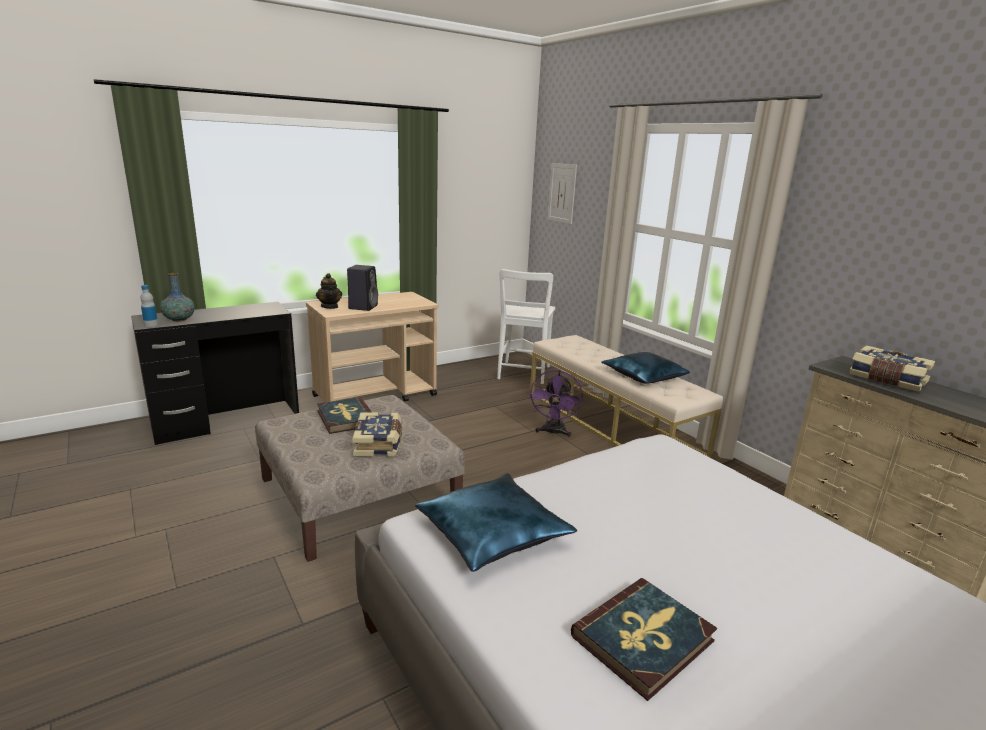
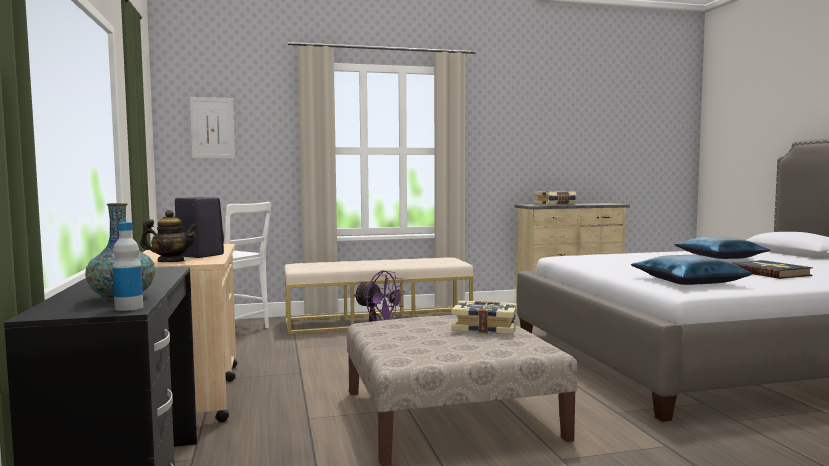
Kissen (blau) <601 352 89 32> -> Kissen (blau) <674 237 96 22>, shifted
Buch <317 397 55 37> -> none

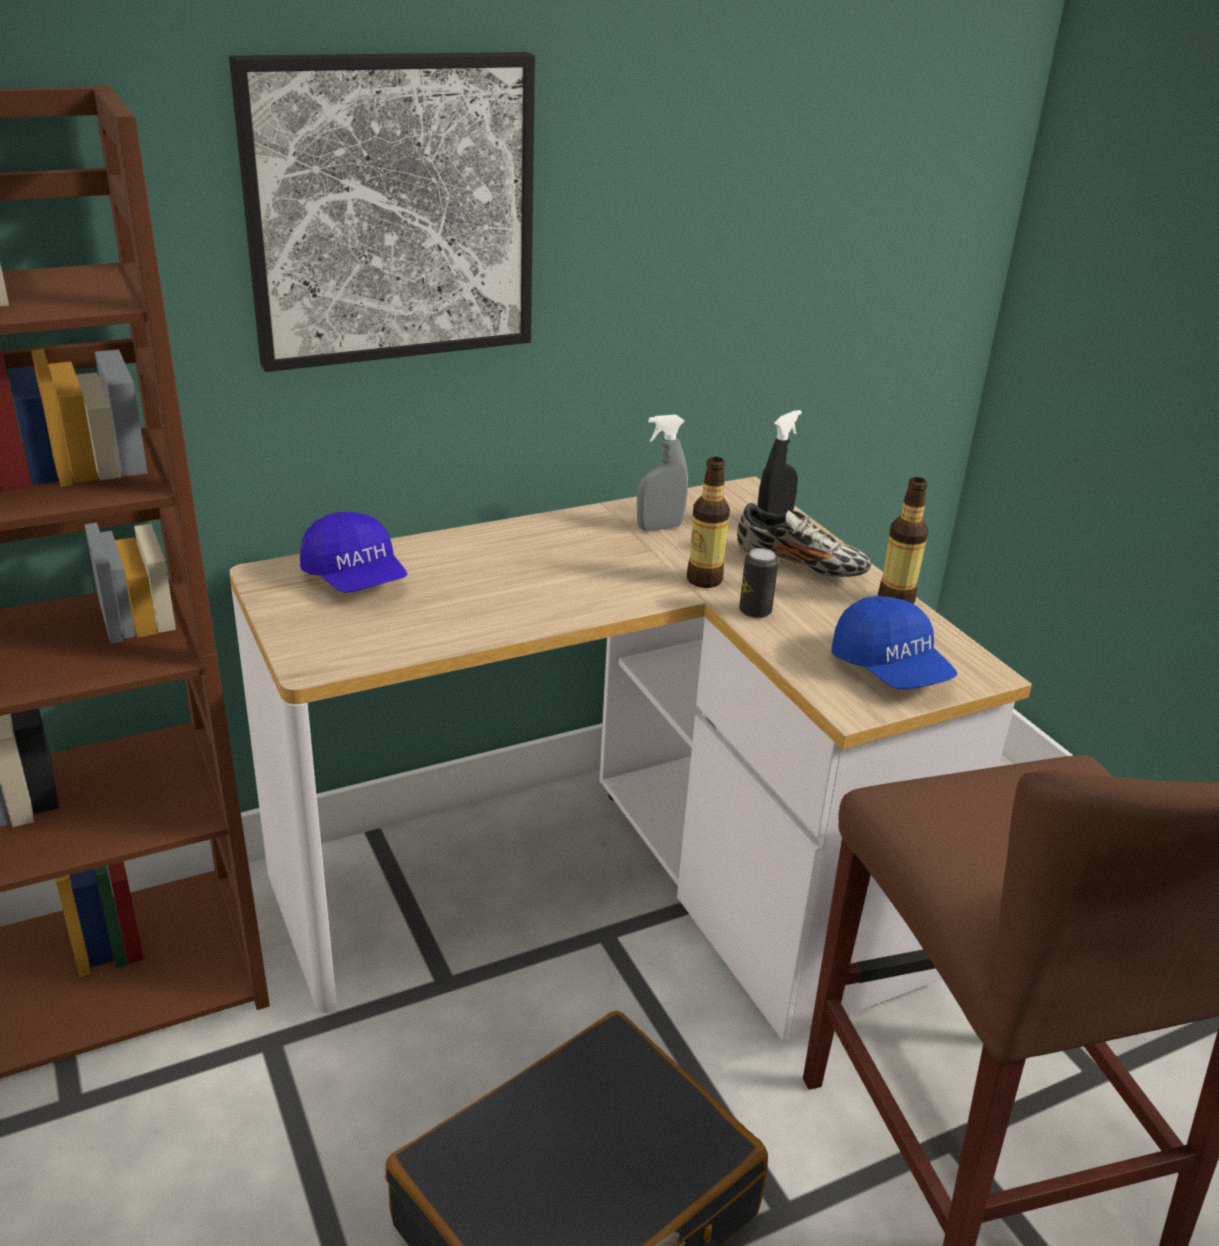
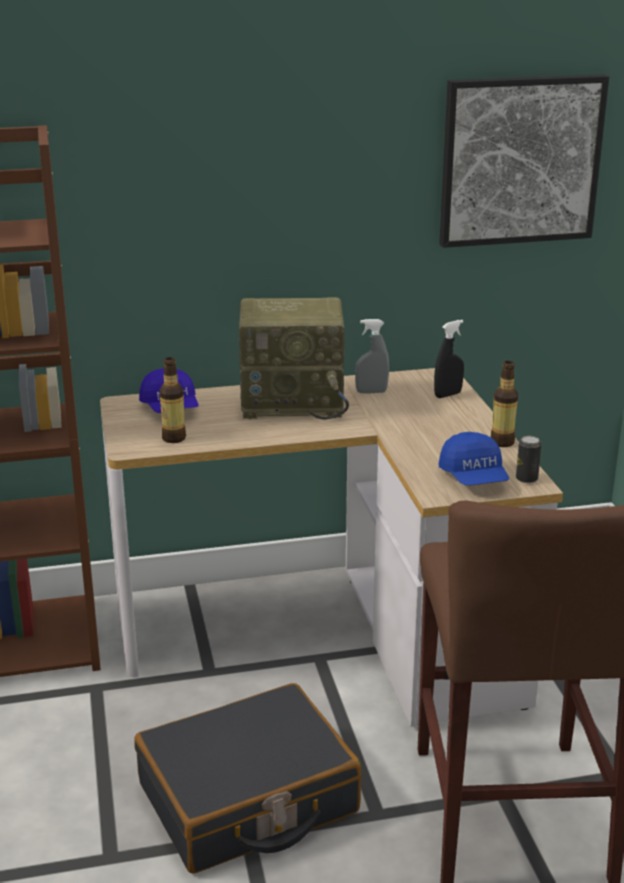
Bild <229 52 306 320> -> Bild <439 75 170 173>, shifted
Flasche <687 457 43 131> -> Flasche <159 357 27 86>, shifted
Schuh <737 503 134 74> -> none
Dose <739 548 40 70> -> Dose <516 436 26 47>, shifted
none -> Radio <239 297 110 123>

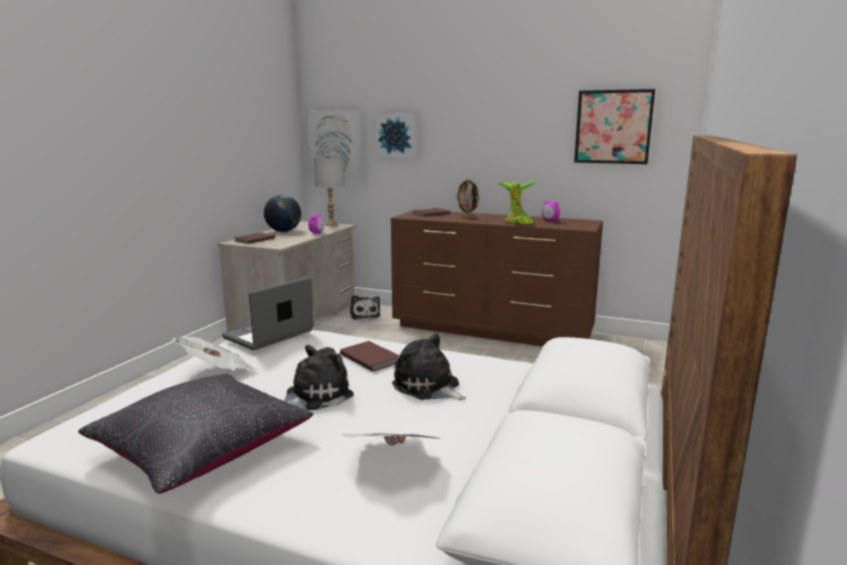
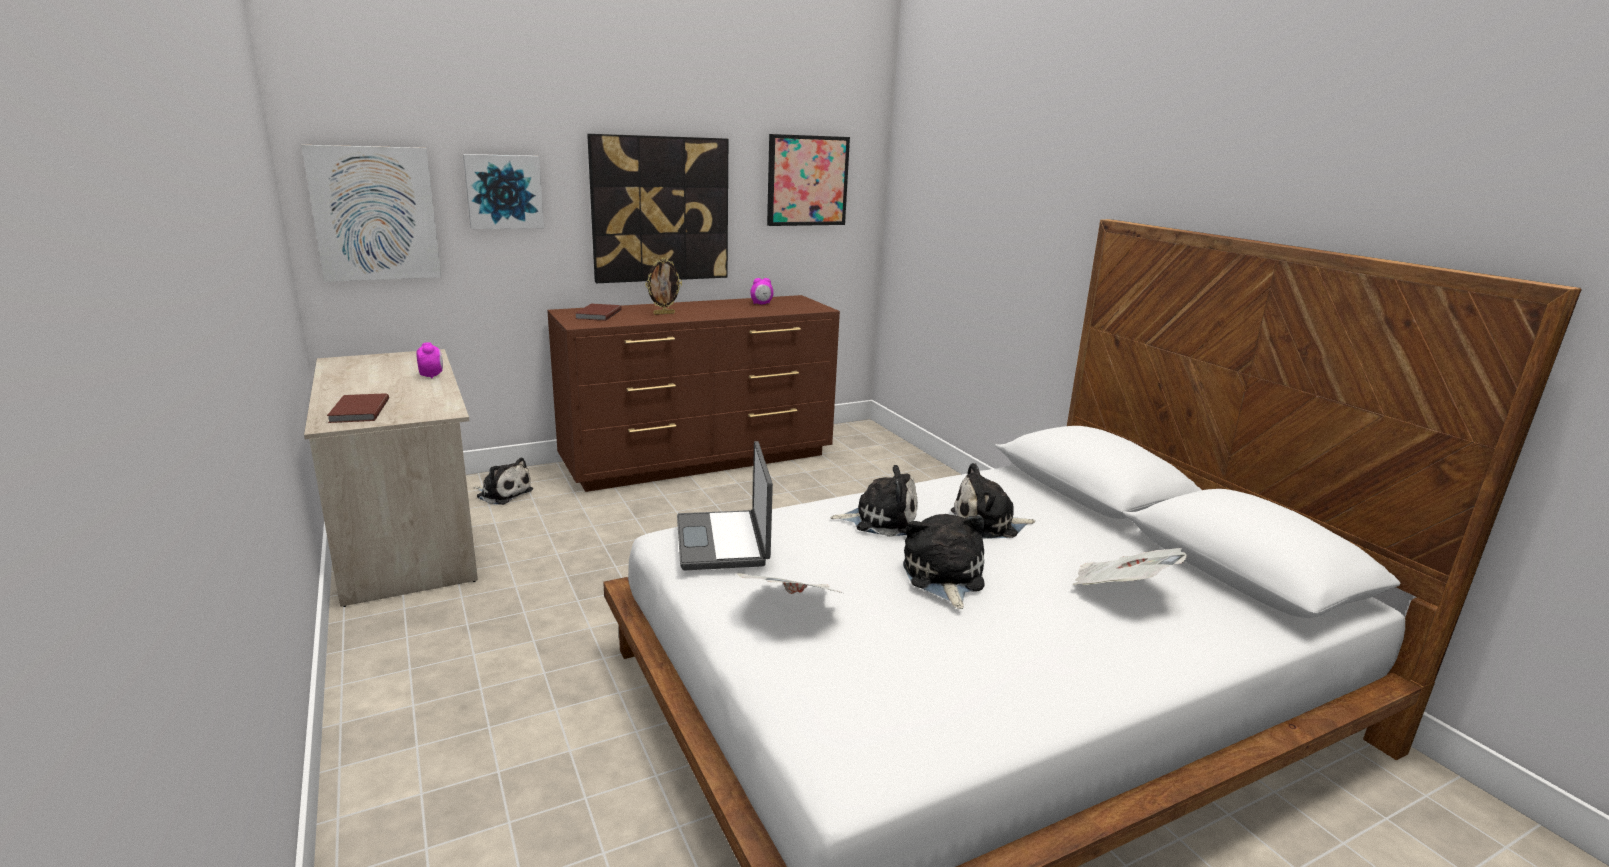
Tischlampe (grau) <314 155 31 71> -> none
Topfpflanze <498 181 39 43> -> none
Globus <264 195 37 37> -> none
Buch (braun) <340 341 59 31> -> Plüschtier <830 465 88 72>
Kissen (schwarz) <78 374 235 120> -> none
none -> Bild <587 134 141 149>

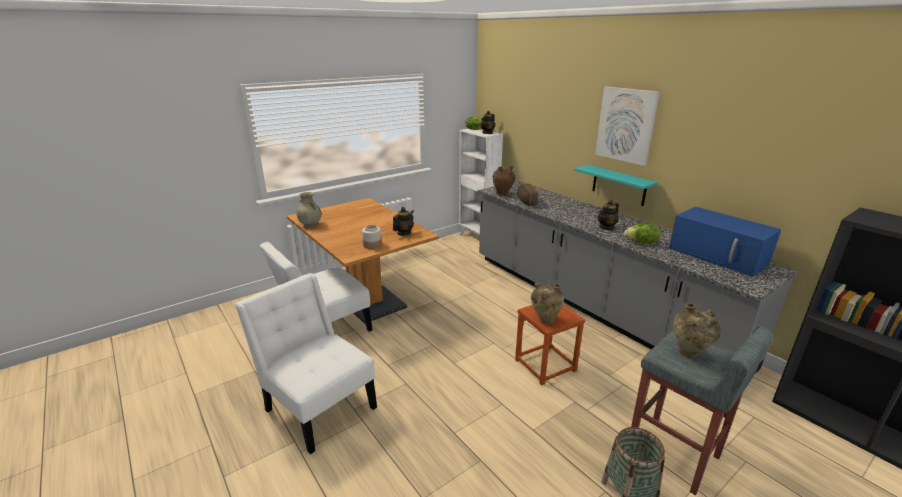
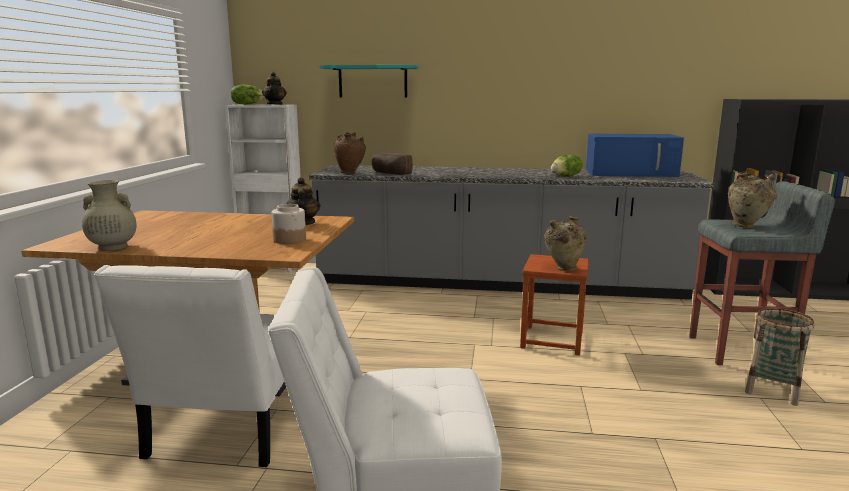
Bild <595 86 64 80> -> none
Wandregal (türkis) <574 165 84 41> -> Wandregal (türkis) <320 65 99 33>, shifted
Teekanne <598 200 21 30> -> none

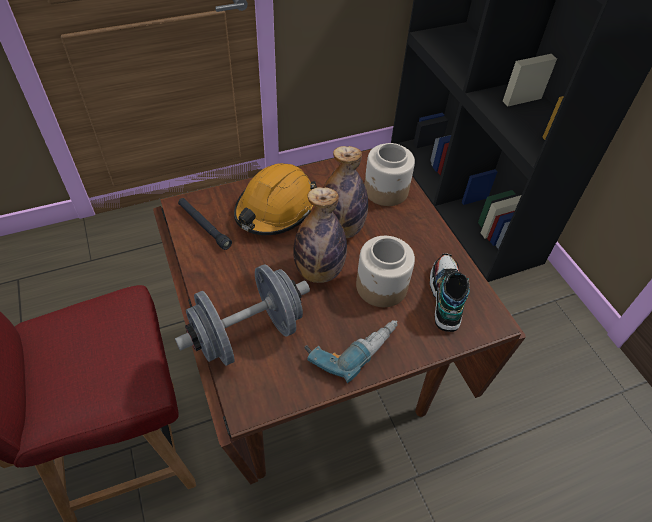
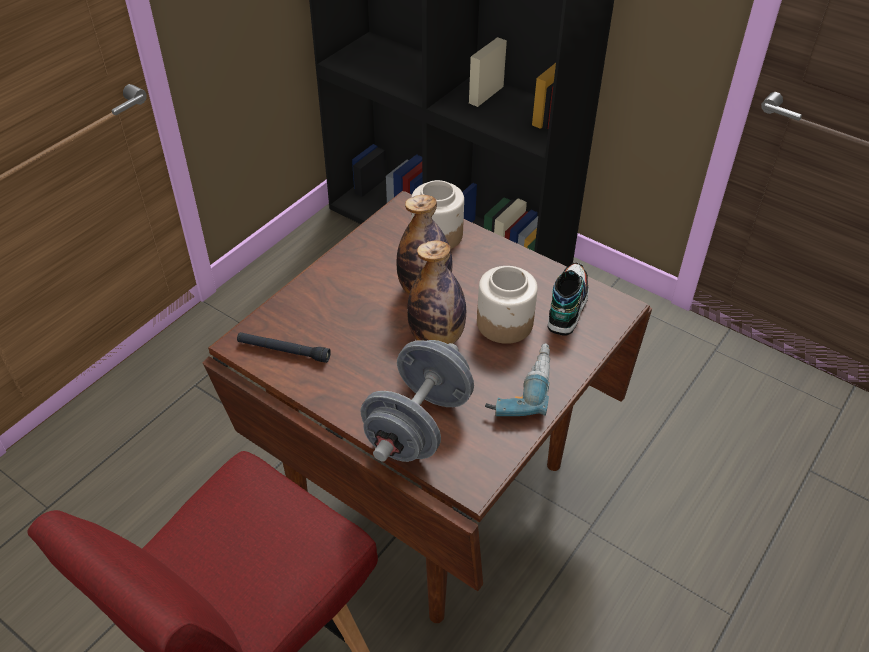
Schutzhelm (orange) <234 163 83 72> -> none
Schuh <430 253 39 79> -> Schuh <548 263 41 72>, 45 degrees clockwise

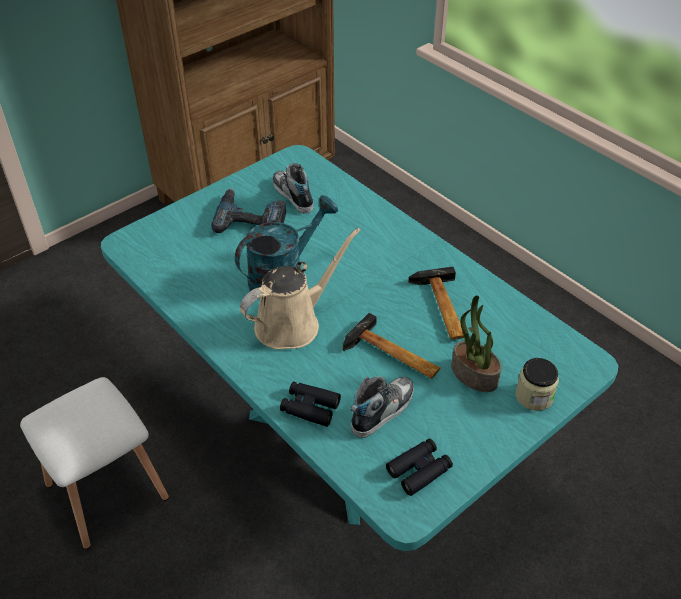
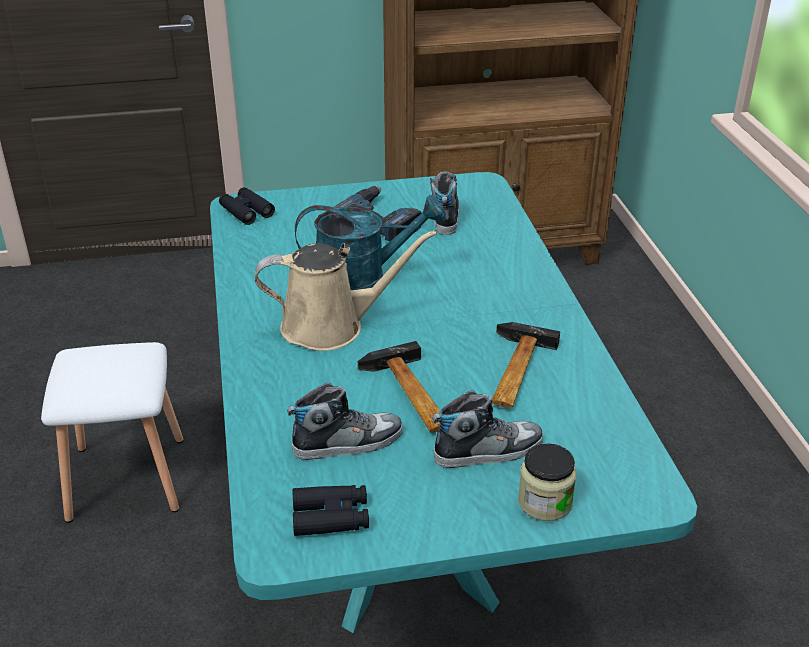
Topfpflanze <451 295 51 97> -> Schuh <432 390 111 78>
Fernglas (schwarz) <280 381 61 46> -> Fernglas (schwarz) <219 187 56 38>, shifted

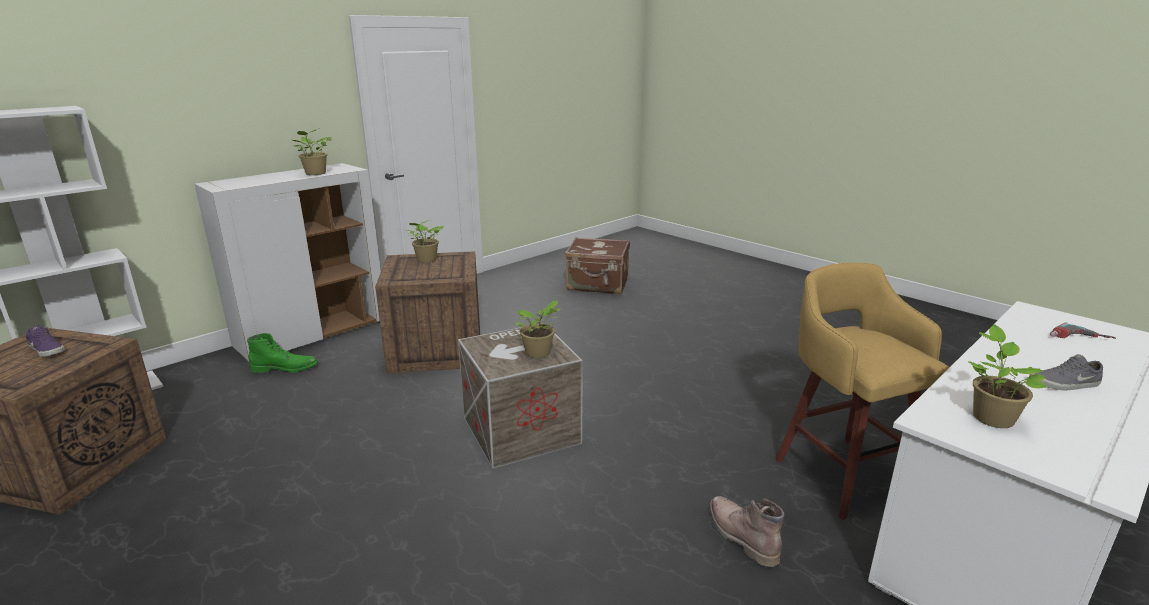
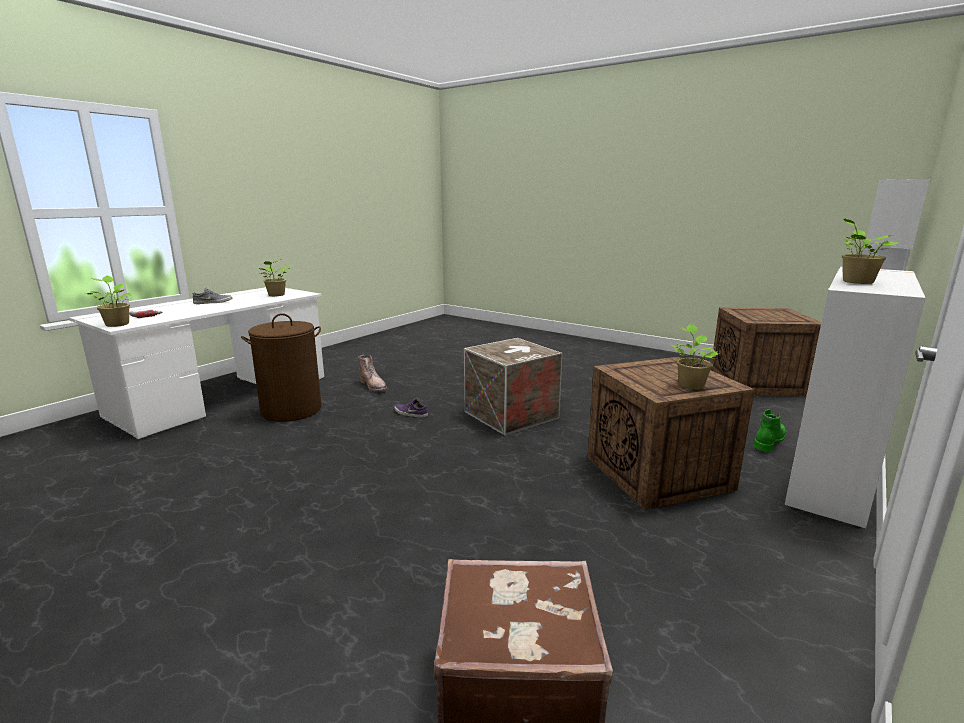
Hocker (gelb) <776 263 173 257> -> Wäschekorb (braun) <241 313 81 109>
Topfpflanze <514 300 46 58> -> Topfpflanze <85 276 47 51>, shifted
Schuh (lila) <26 326 39 31> -> Schuh (lila) <394 399 34 19>, shifted
Stiefel (grün) <247 333 71 40> -> Stiefel (grün) <754 409 32 43>, 150 degrees clockwise

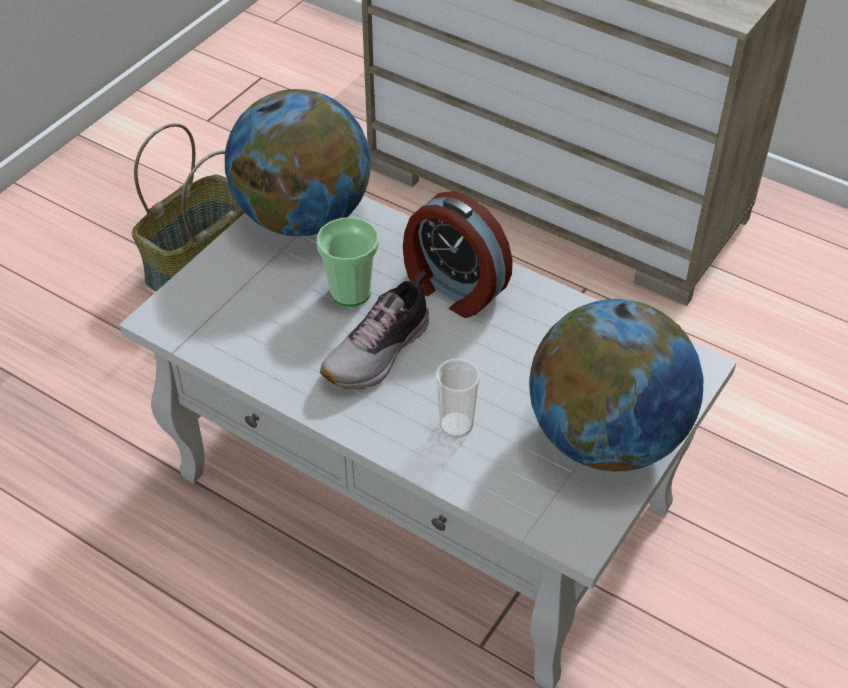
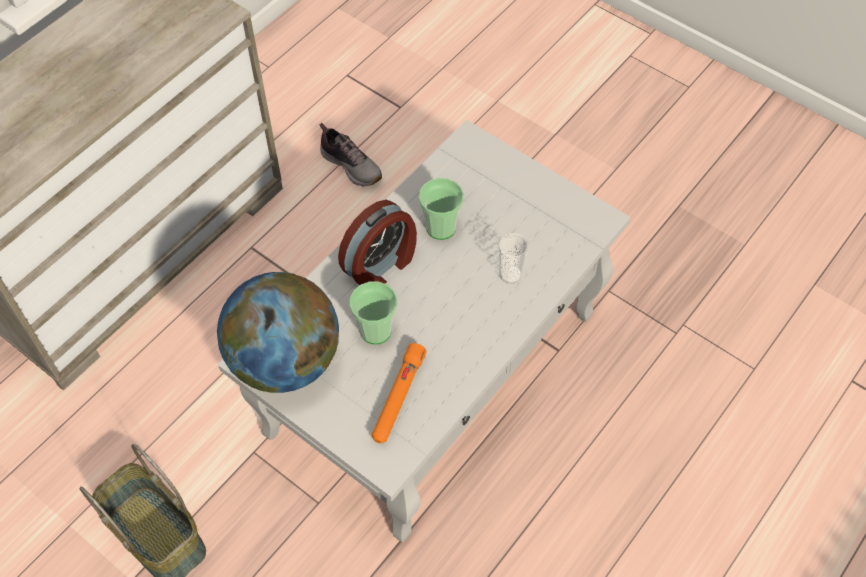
Schuh <320 270 109 119> -> Schuh <320 123 62 64>, shifted
Globus <529 299 174 173> -> none
none -> Tasse <419 178 45 62>
none -> Taschenlampe (orange) <372 343 55 100>

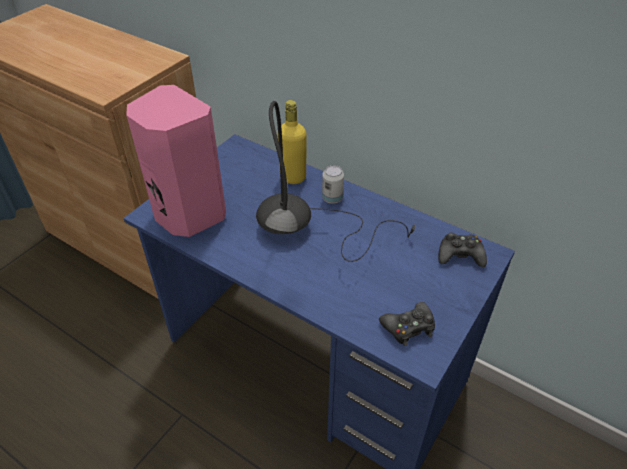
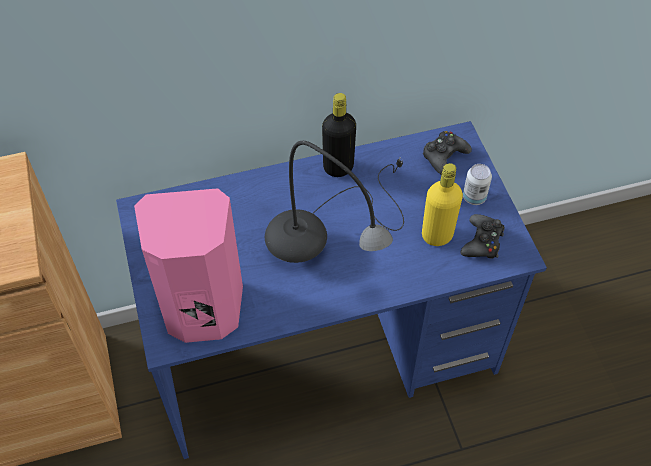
Flasche (gelb) <277 100 30 84> -> Flasche (gelb) <422 163 41 83>, shifted
Dose <322 165 22 39> -> Dose <463 164 29 41>, shifted
none -> Flasche (schwarz) <322 93 34 84>

